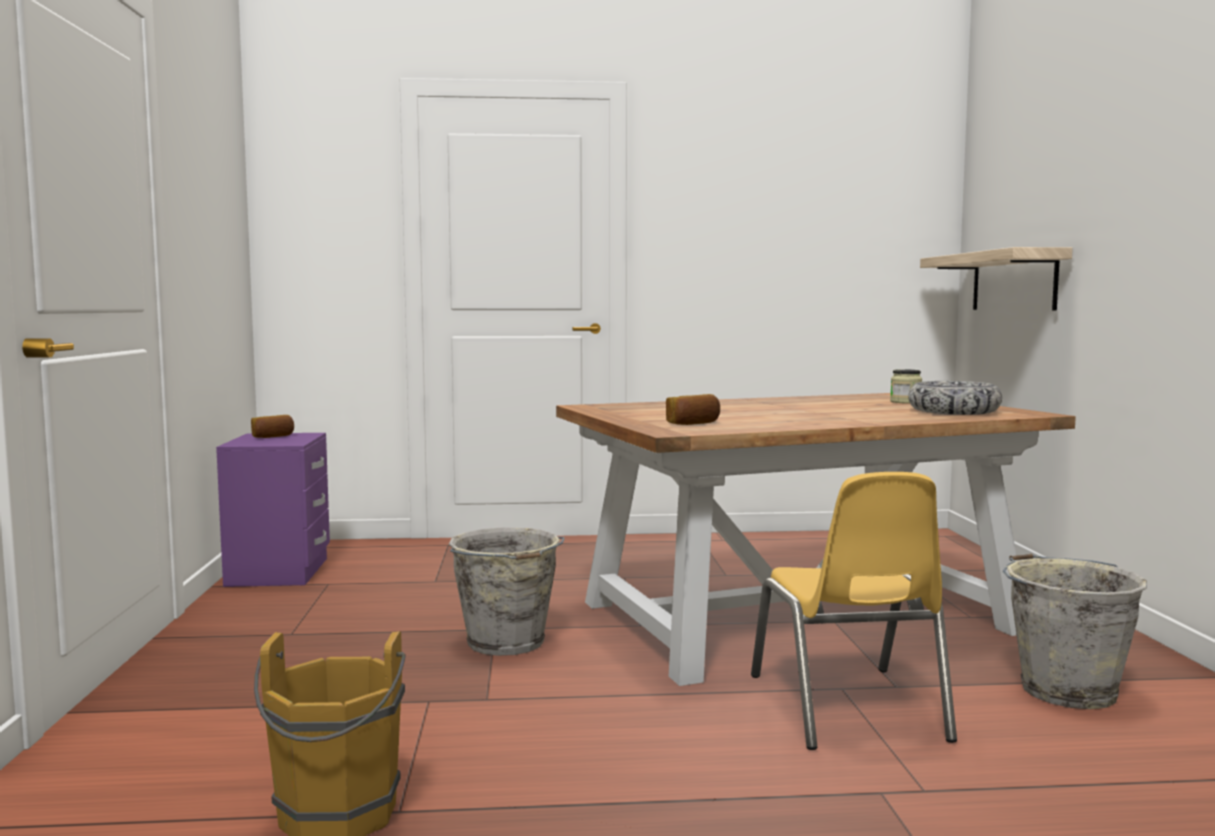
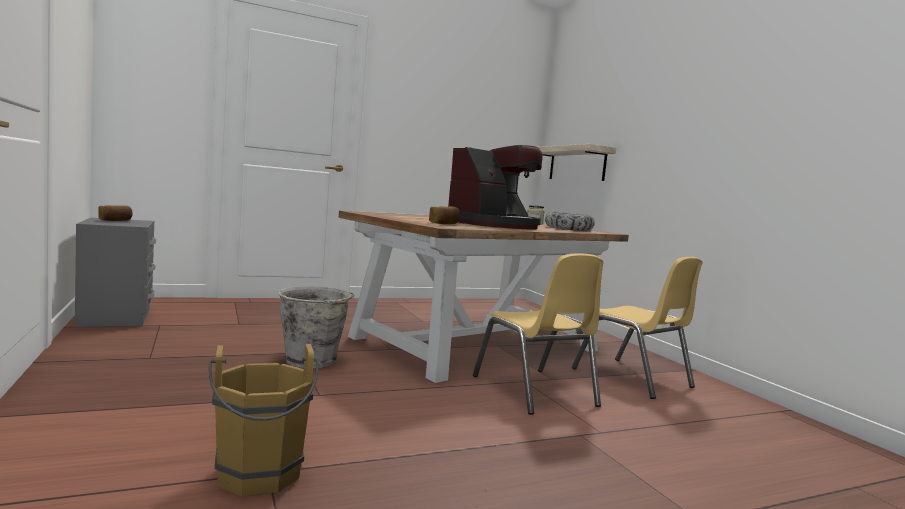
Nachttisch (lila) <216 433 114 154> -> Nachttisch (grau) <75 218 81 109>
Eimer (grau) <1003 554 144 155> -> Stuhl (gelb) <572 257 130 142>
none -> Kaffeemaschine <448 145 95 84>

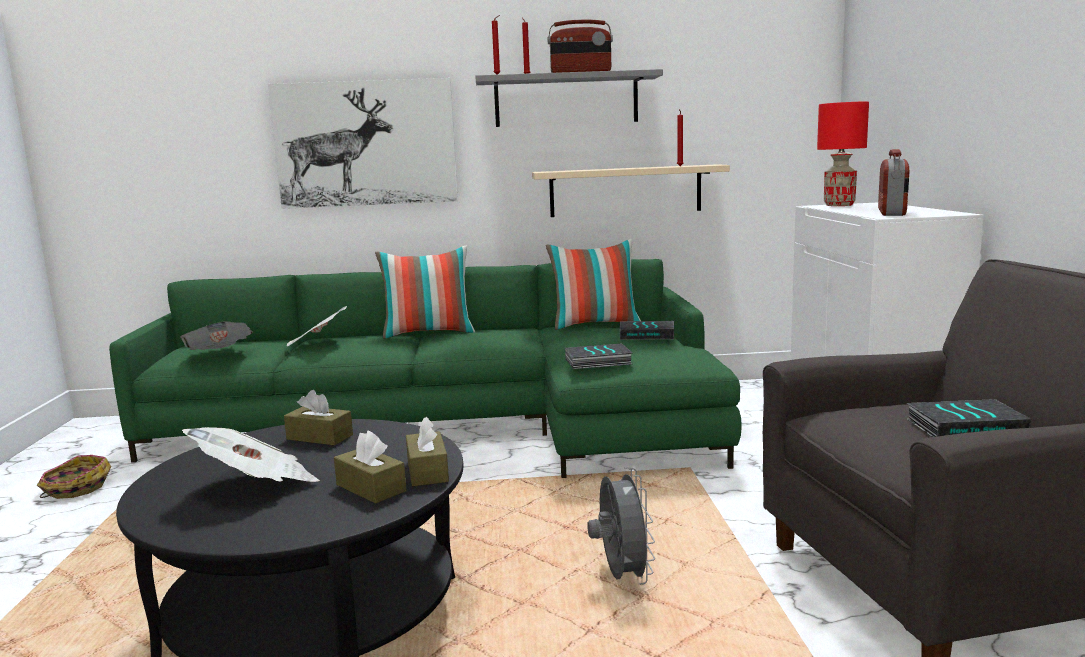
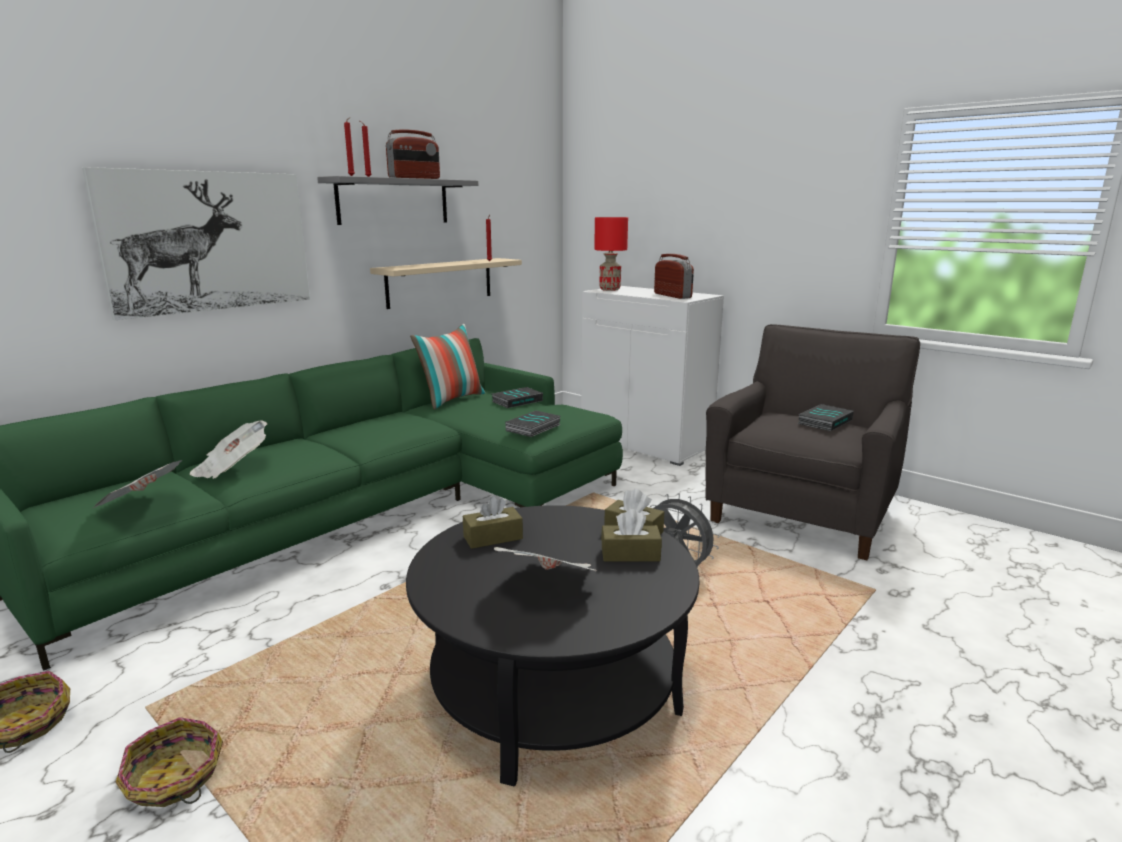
Kissen <375 246 100 93> -> none
none -> Korb <116 717 107 90>

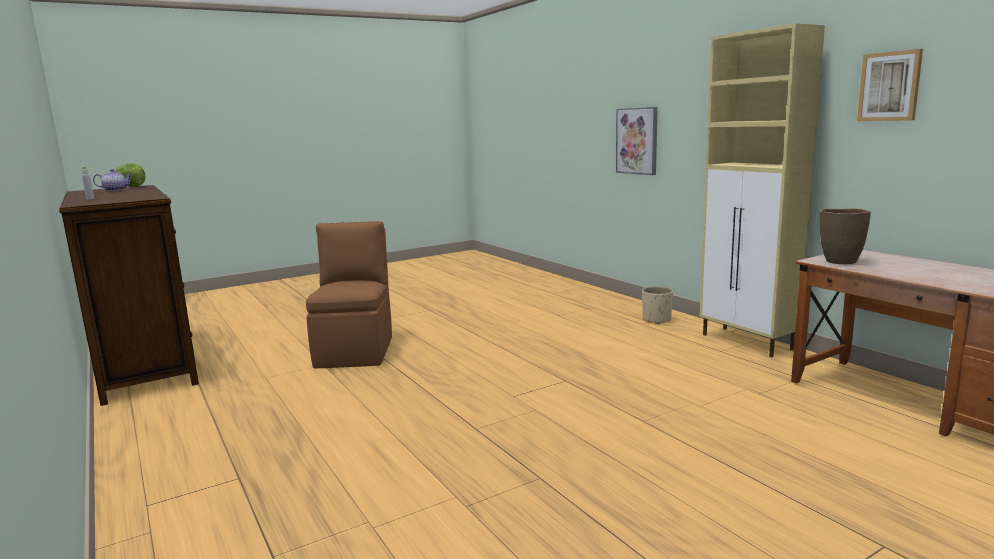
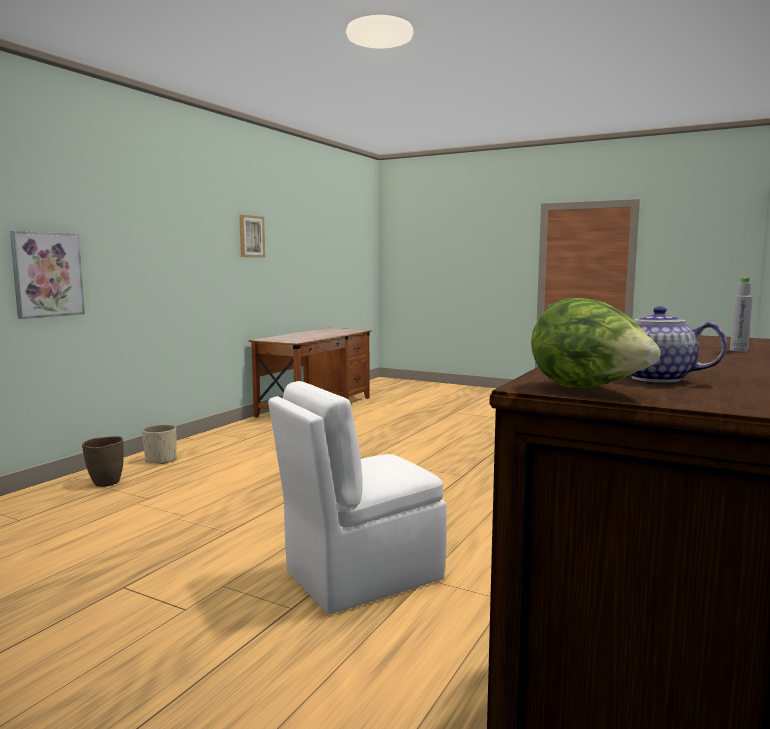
Schrank (beige) <700 23 125 334> -> none
Vase (braun) <820 208 51 56> -> Vase (braun) <82 436 42 51>, shifted
Stuhl (braun) <306 221 86 148> -> Stuhl (weiß) <268 381 178 233>

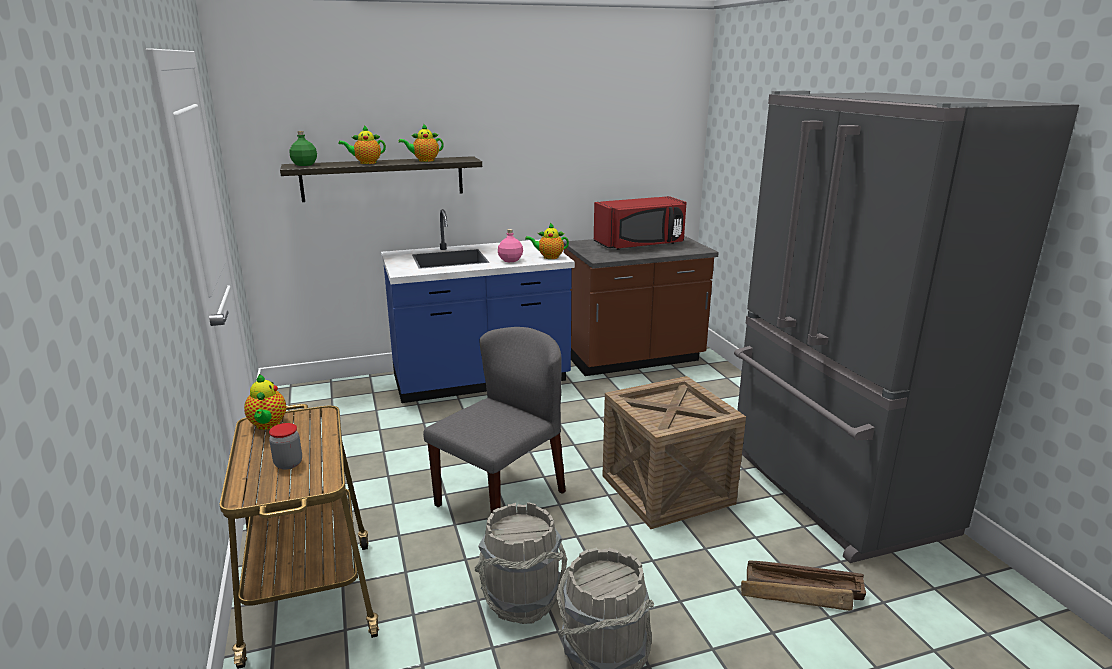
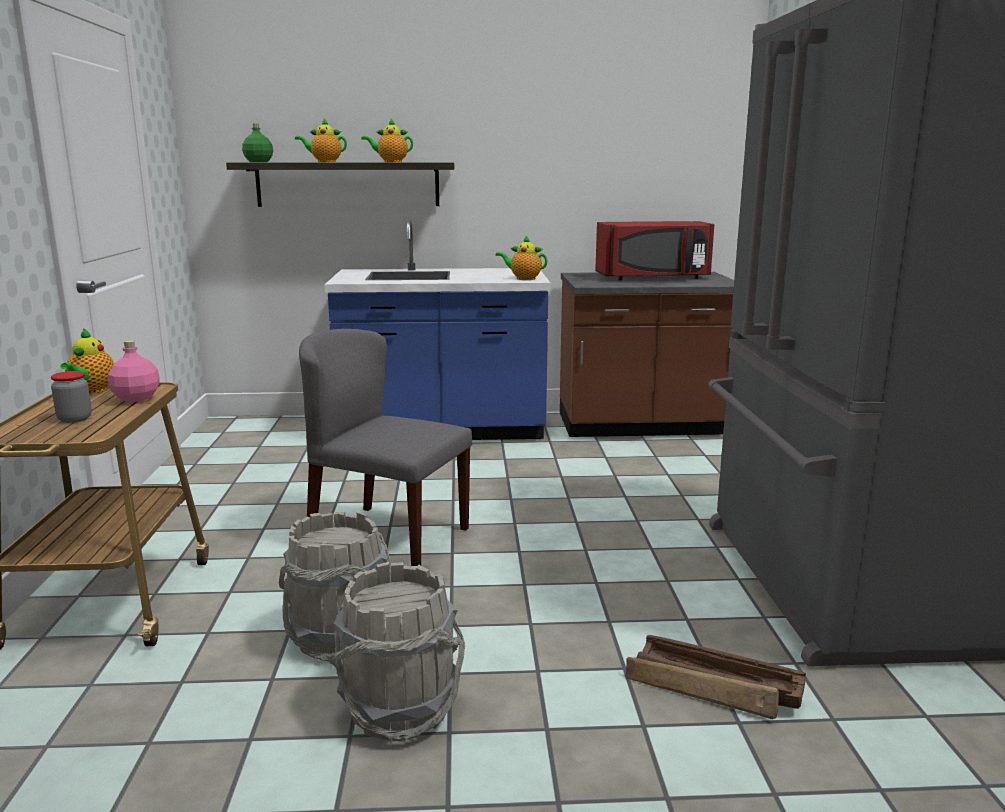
Flasche (rosa) <498 229 25 33> -> Flasche (rosa) <108 340 52 62>, shifted
Stuhl (grau) <423 327 143 186> -> Stuhl (grau) <299 329 173 237>, 120 degrees counterclockwise
Kiste <602 376 144 153> -> none

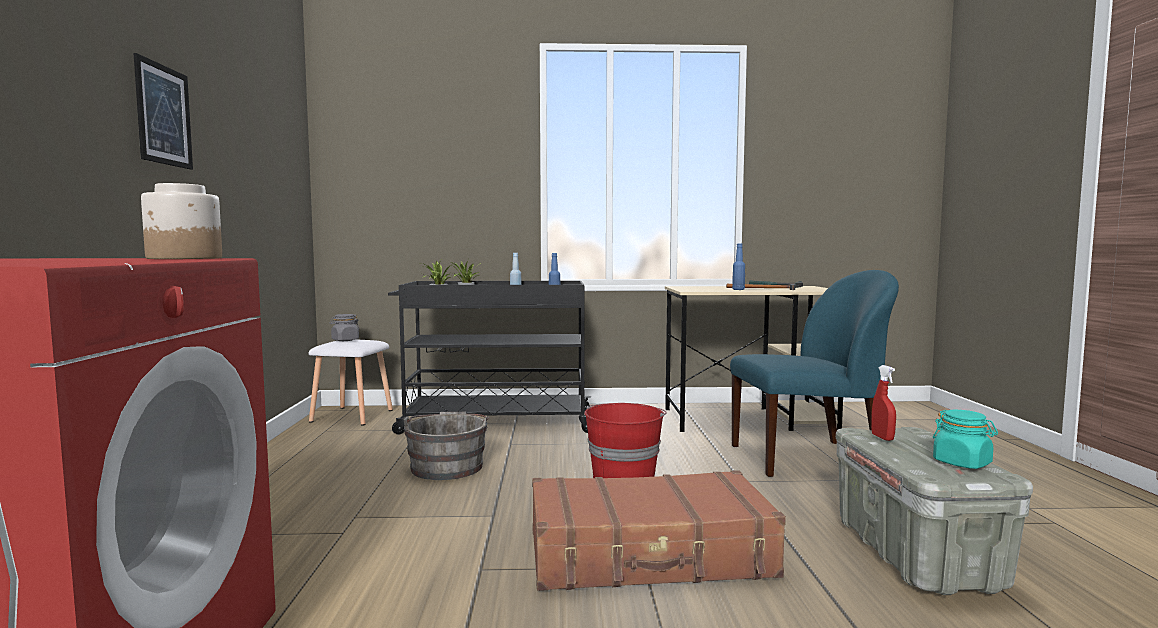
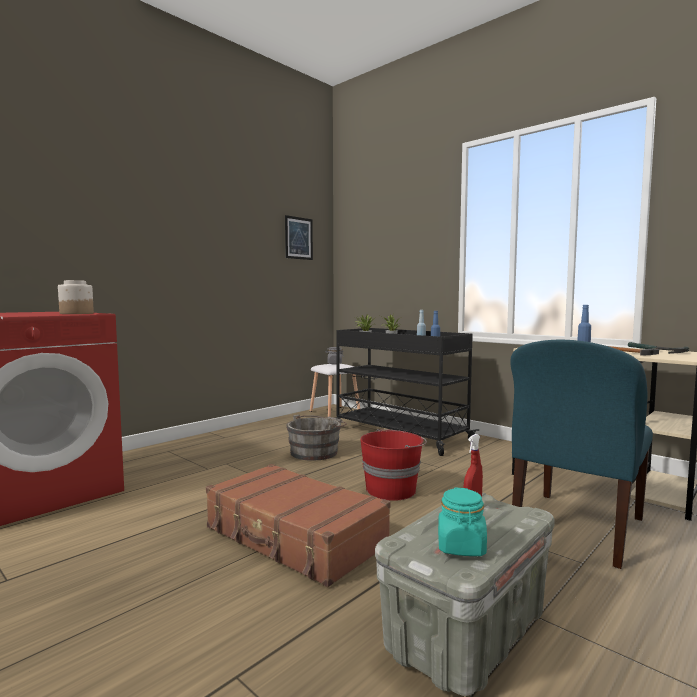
Bild <134 53 59 117> -> Bild <285 215 28 45>, shifted
Stuhl (blau) <730 270 169 207> -> Stuhl (blau) <510 340 143 229>, 90 degrees clockwise

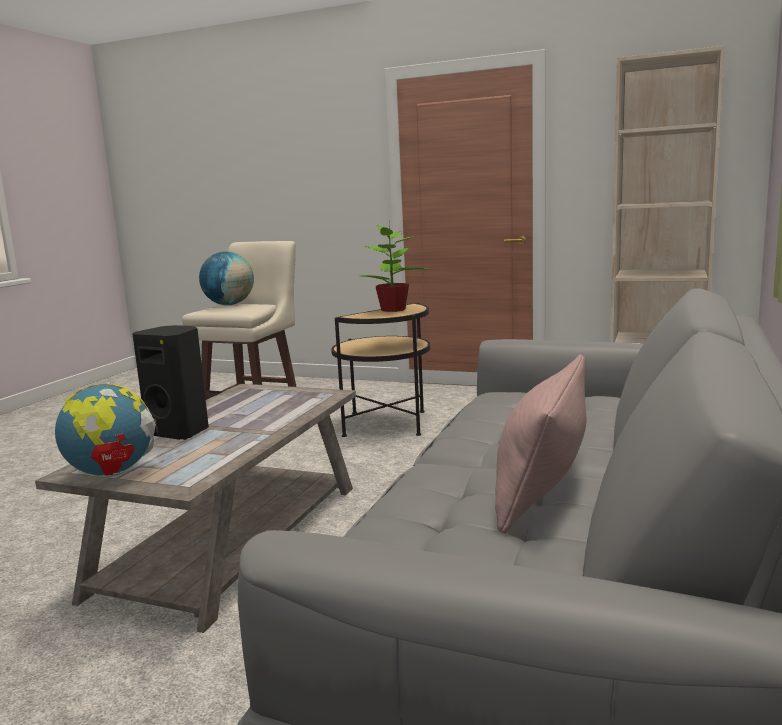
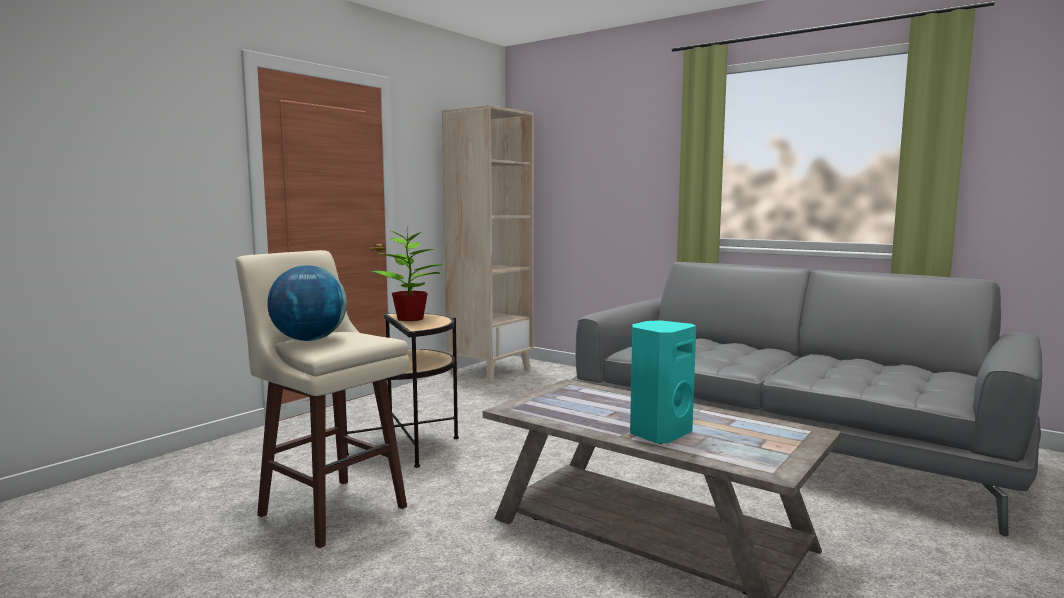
Lautsprecher (schwarz) <133 325 76 115> -> Lautsprecher (türkis) <630 320 66 124>
Kissen (rosa) <495 355 92 179> -> none
Globus <55 382 103 95> -> none

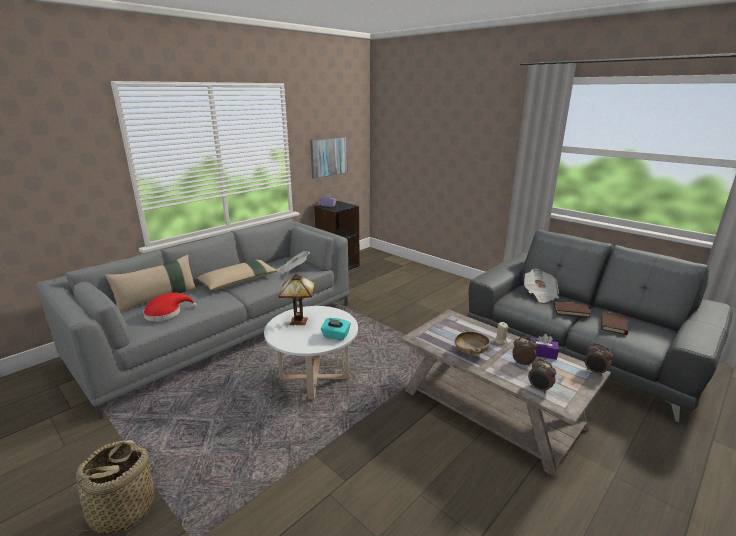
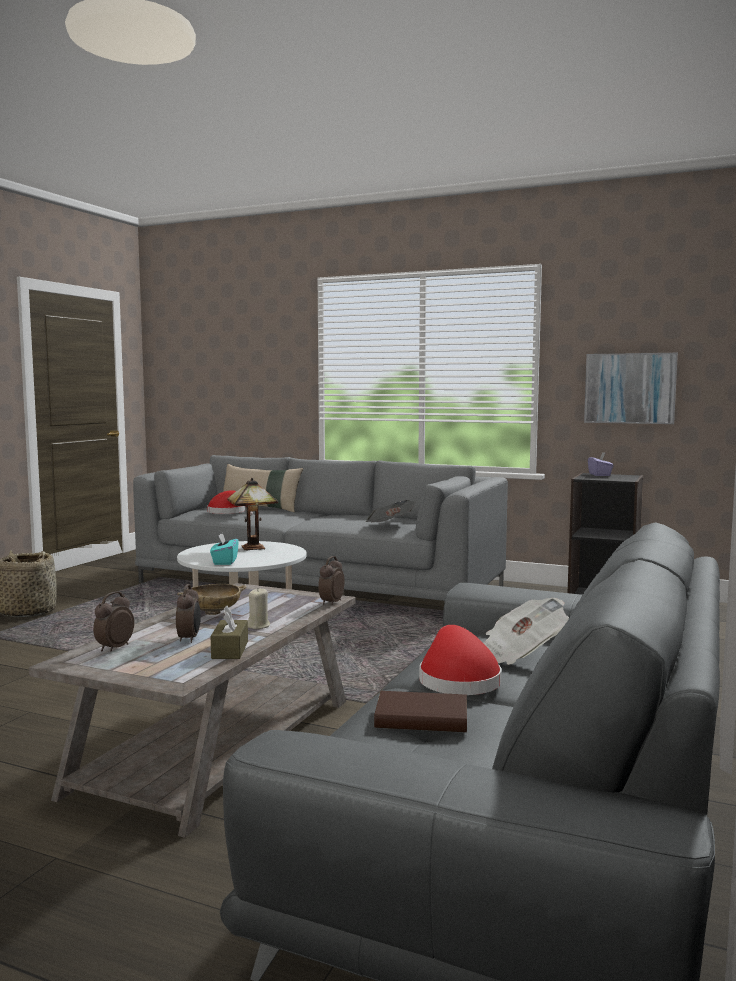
Kissen (beige) <196 260 82 30> -> none
Buch (braun) <553 301 38 17> -> Hut (rot) <419 625 82 70>
Taschentuchbox (lila) <529 334 30 26> -> Taschentuchbox (braun) <211 606 37 53>
Wecker <584 343 29 33> -> Wecker <318 556 27 49>, shifted

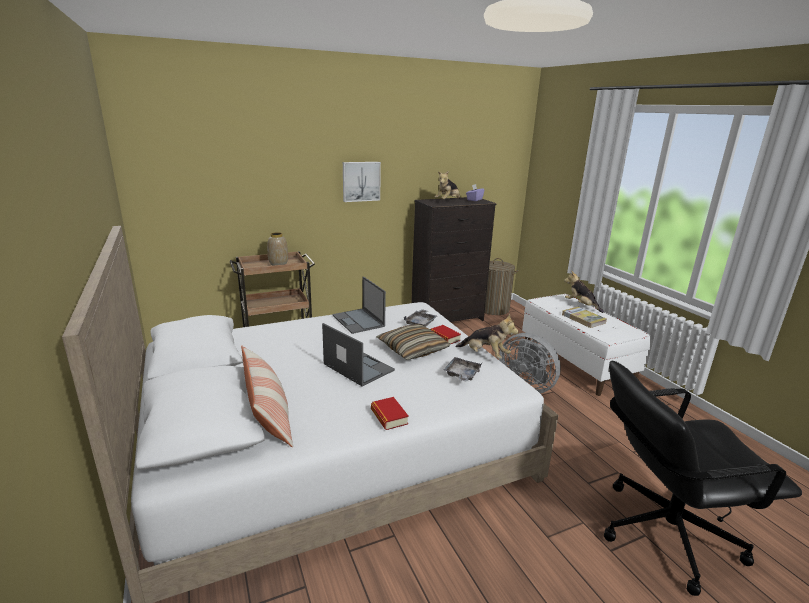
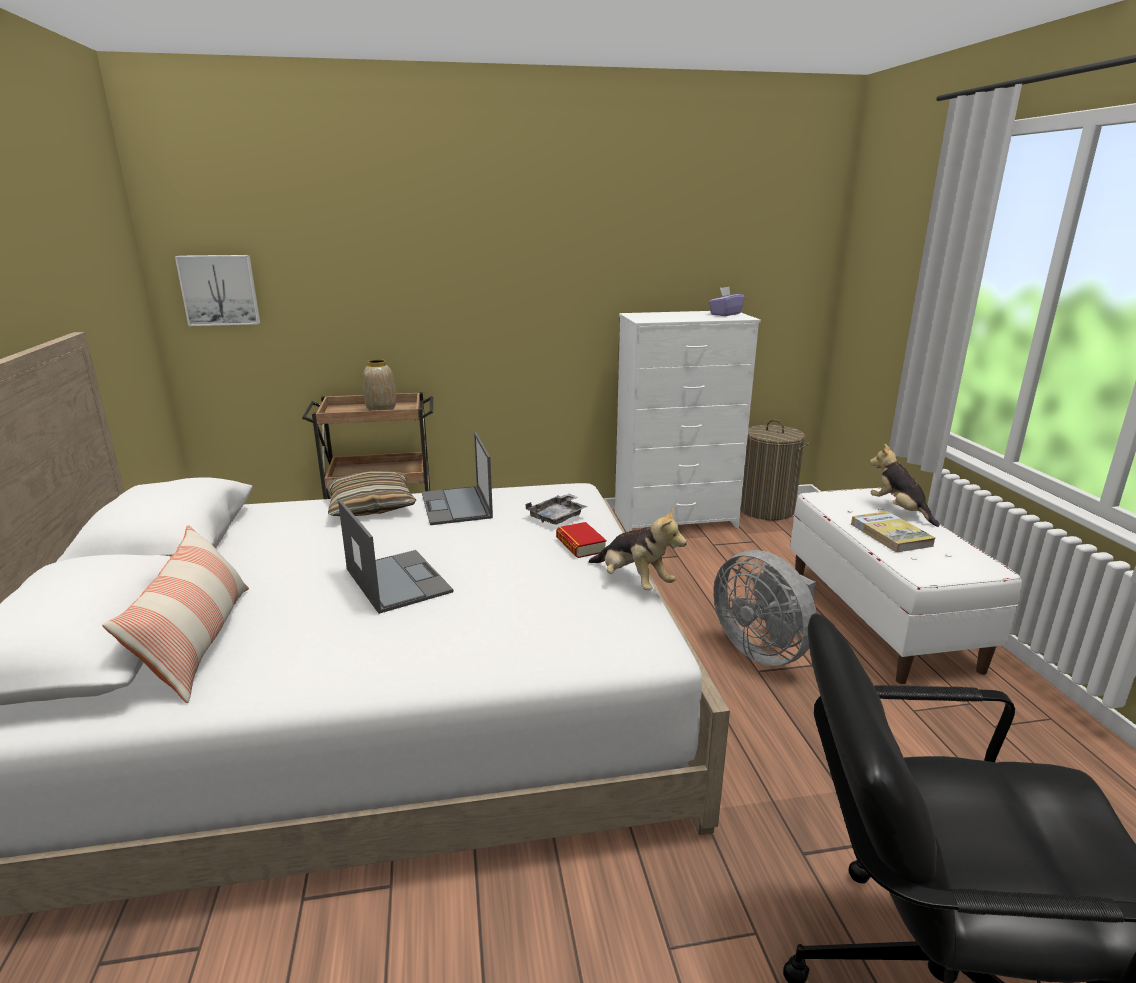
Bild <343 162 38 40> -> Bild <175 255 85 71>, shifted
Plüschtier <435 171 25 28> -> none
Kommode (schwarz) <411 197 86 125> -> Kommode (weiß) <615 311 146 221>
Kissen <376 324 75 36> -> Kissen <325 471 91 45>, shifted
Tablett (grau) <443 357 39 25> -> none
Buch <371 397 38 33> -> none

